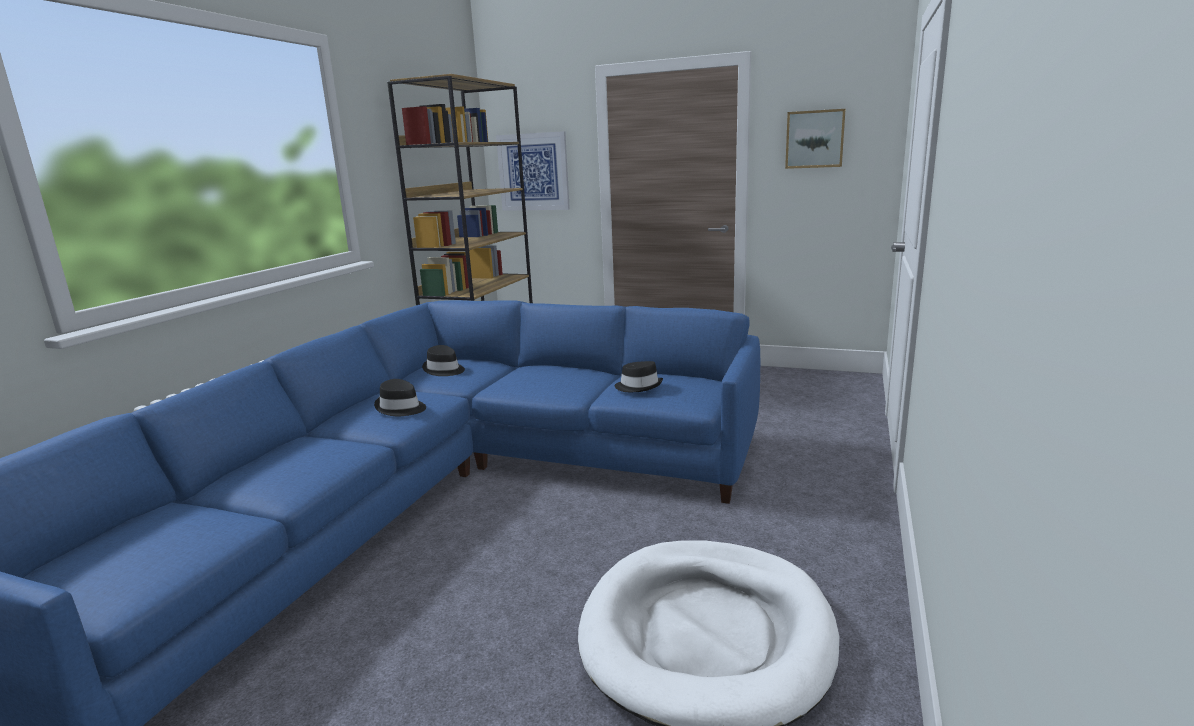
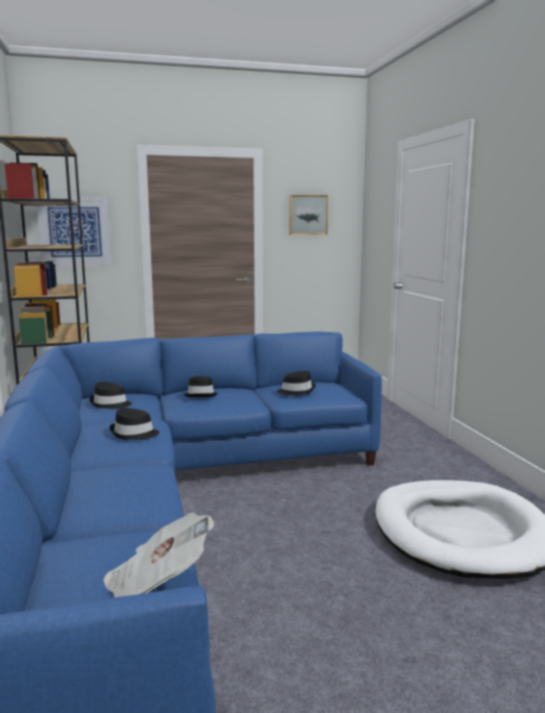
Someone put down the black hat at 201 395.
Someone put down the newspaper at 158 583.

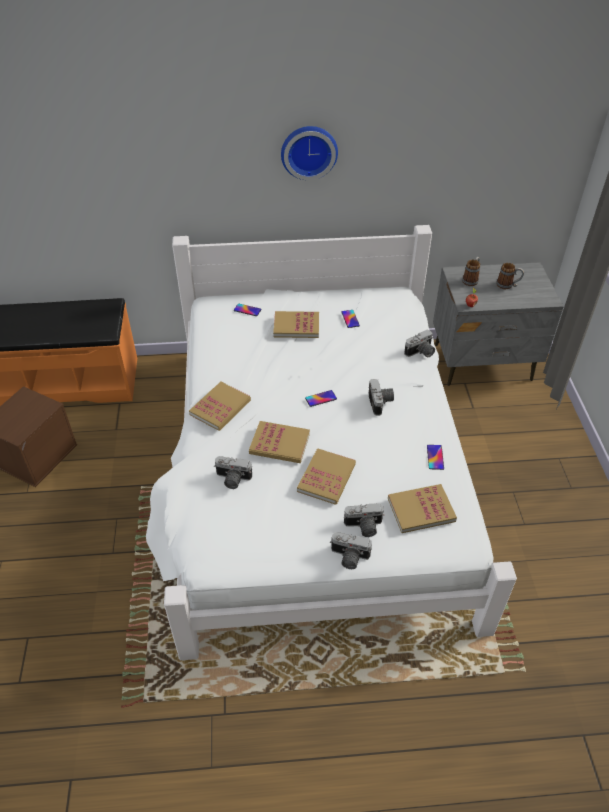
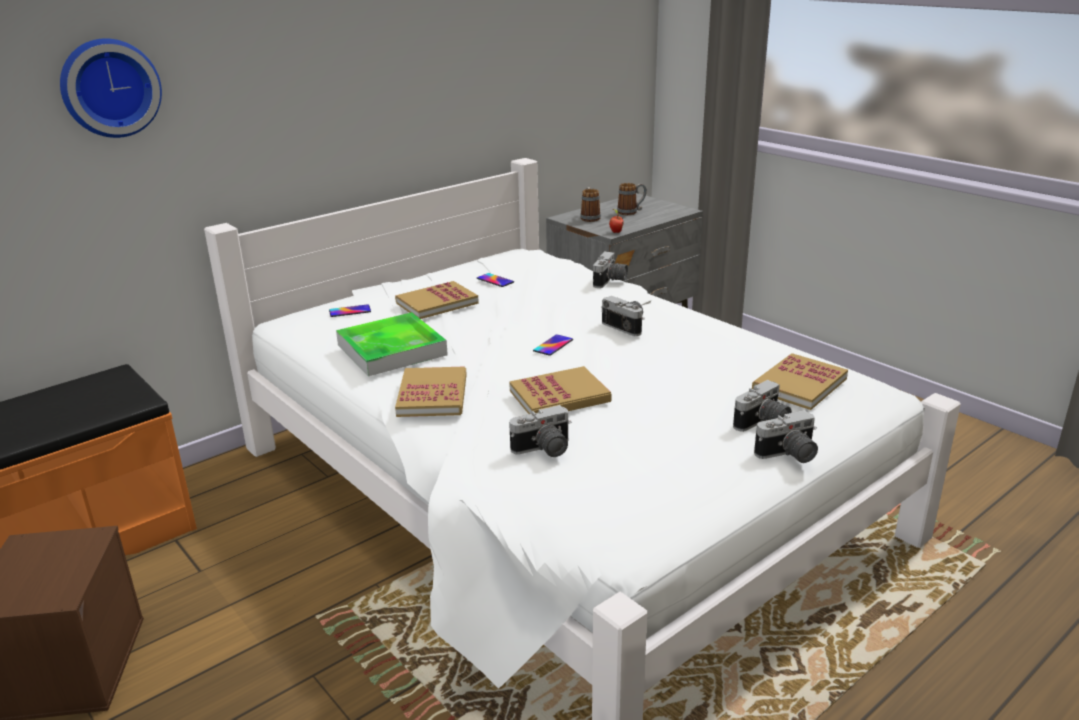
Someone carried the wall clock from 309 151 to 109 87.
Someone took away the phone at 435 457.
Someone took away the book at 326 478.
Someone put down the tray at 392 350.

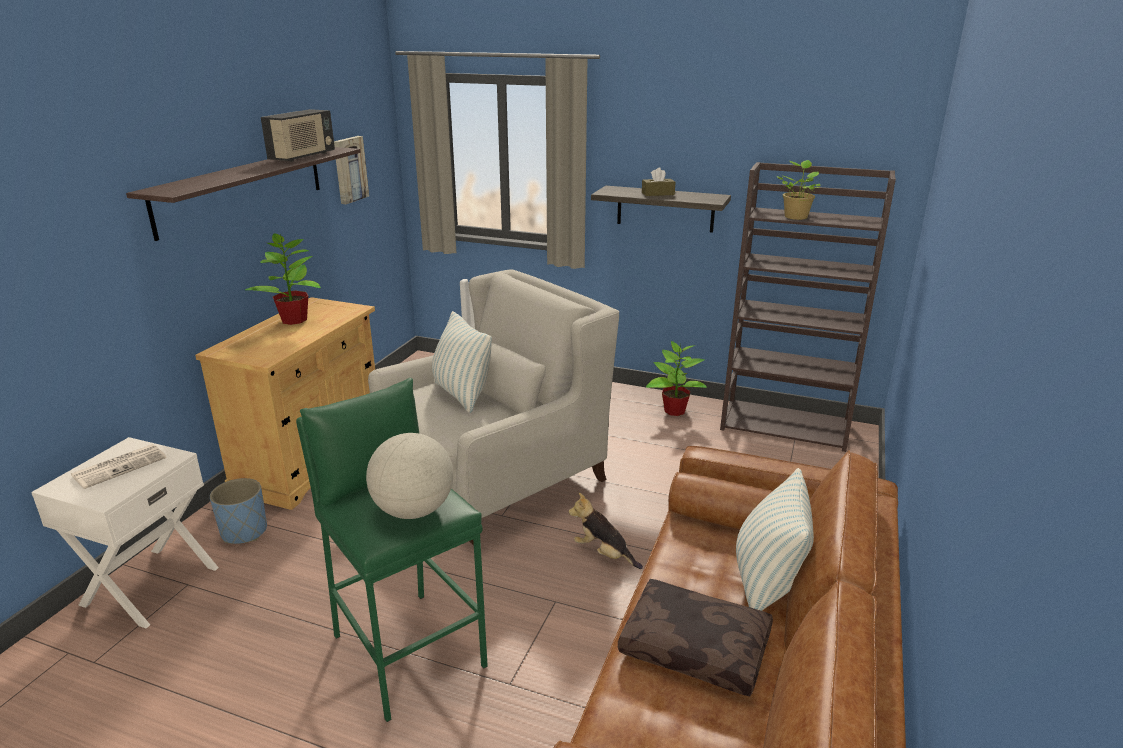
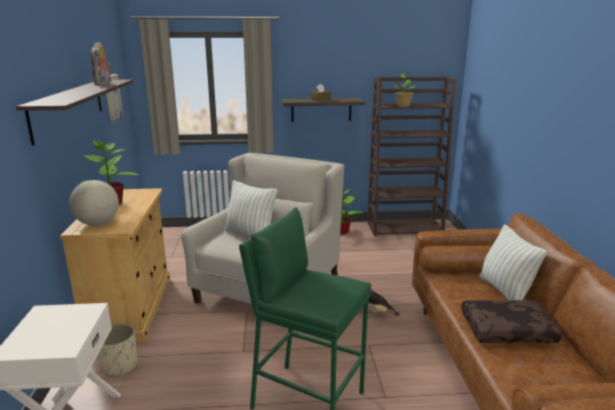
Someone swapped the radio at 303 157 for the plush toy at 103 84.
Someone carried the globe from 414 510 to 98 223.
Someone took away the newspaper at 120 466.
Someone repainted the blue planter at 244 532, which became the beige planter at 120 366.

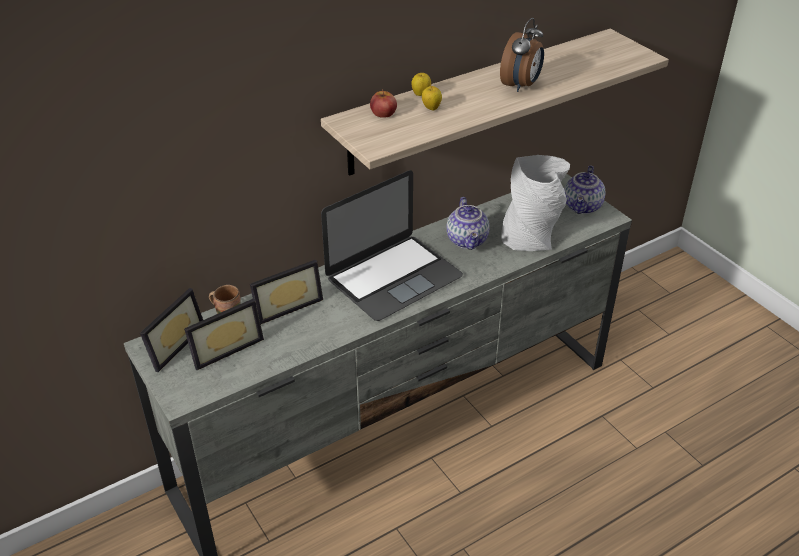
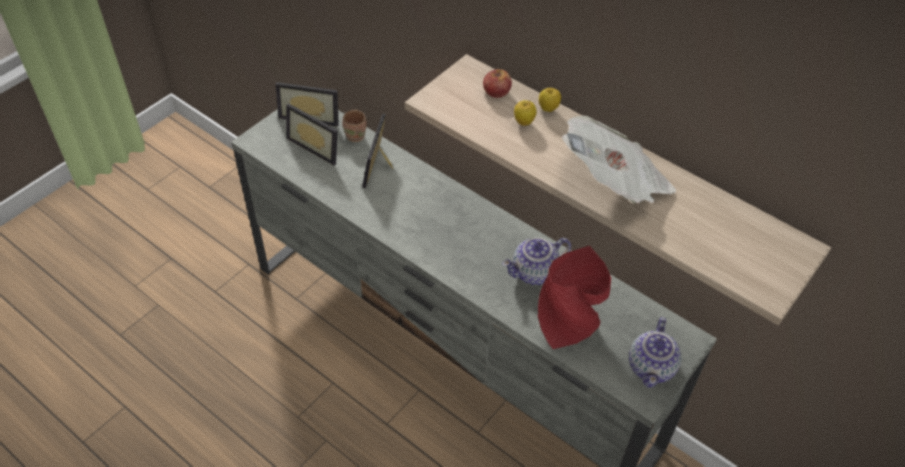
Someone swapped the alarm clock at 521 85 for the newspaper at 615 183.
Someone repainted the grey vase at 531 237, which became the red vase at 567 327.
Someone rotated the teapot at 583 207 by 75 degrees counterclockwise.
Someone took away the laptop at 394 277.
Someone rotated the picture frame at 286 305 by 60 degrees clockwise.

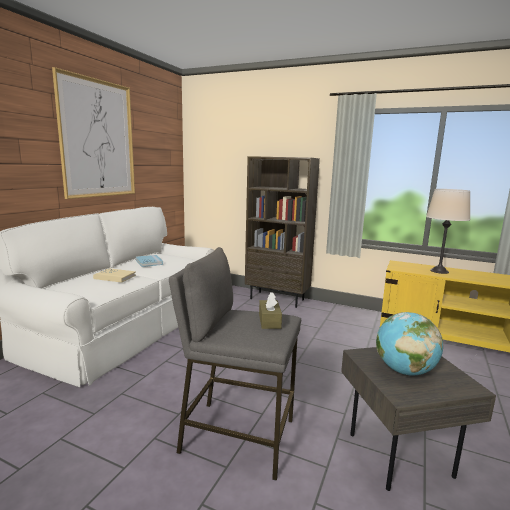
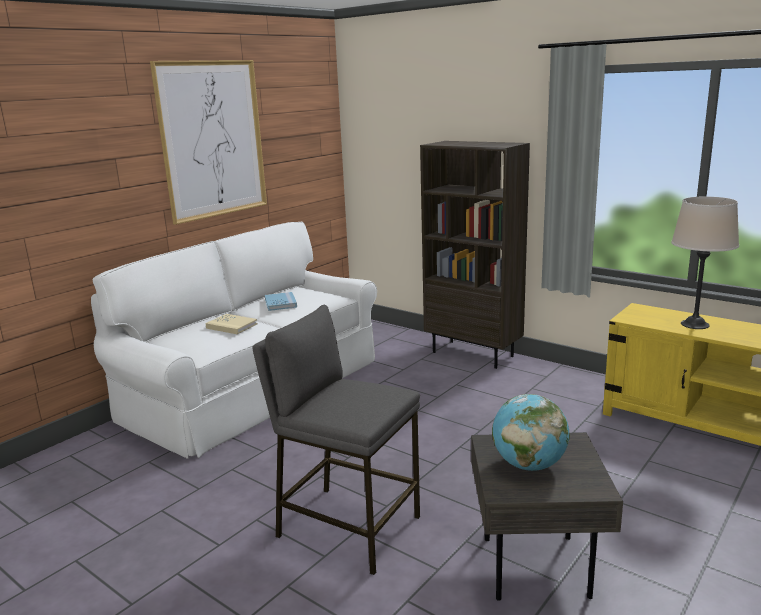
Someone took away the brown tissue box at 269 321.

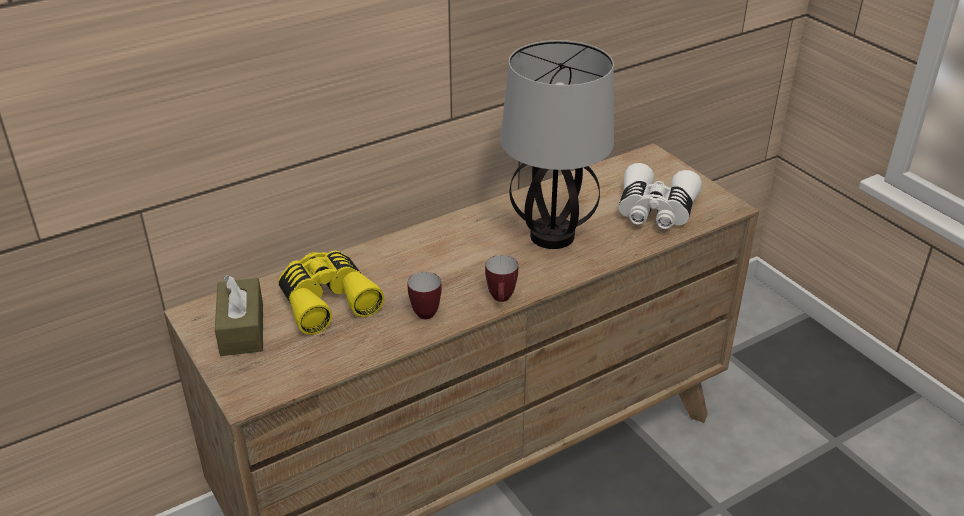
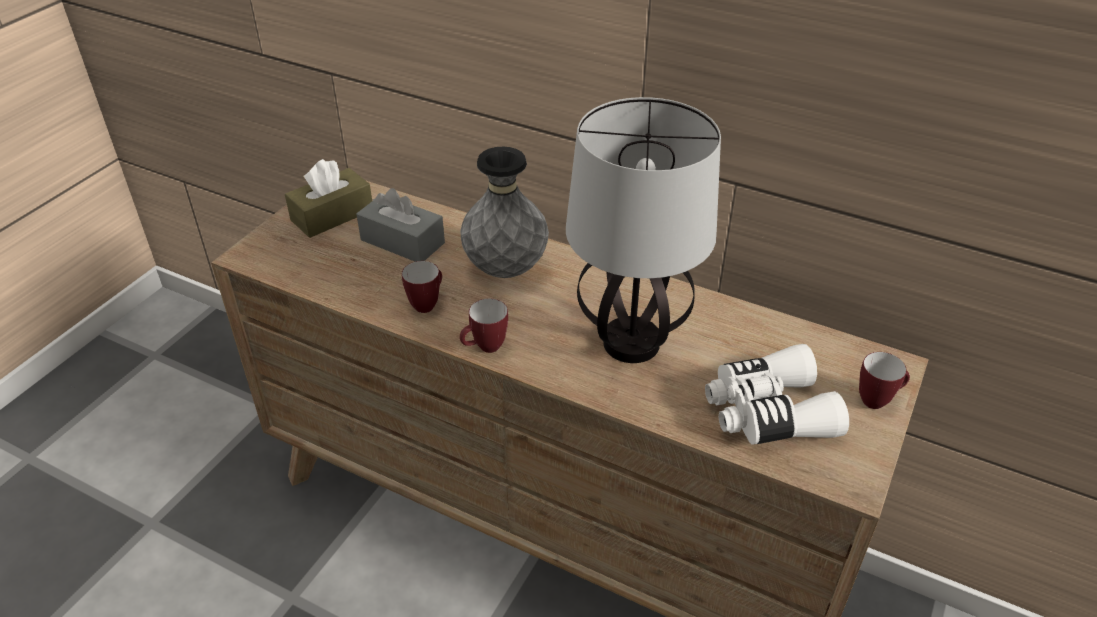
Someone swapped the yellow binoculars at 327 300 for the grey tissue box at 402 241.
Someone put down the grey vase at 505 269.
Someone put down the mug at 877 400.

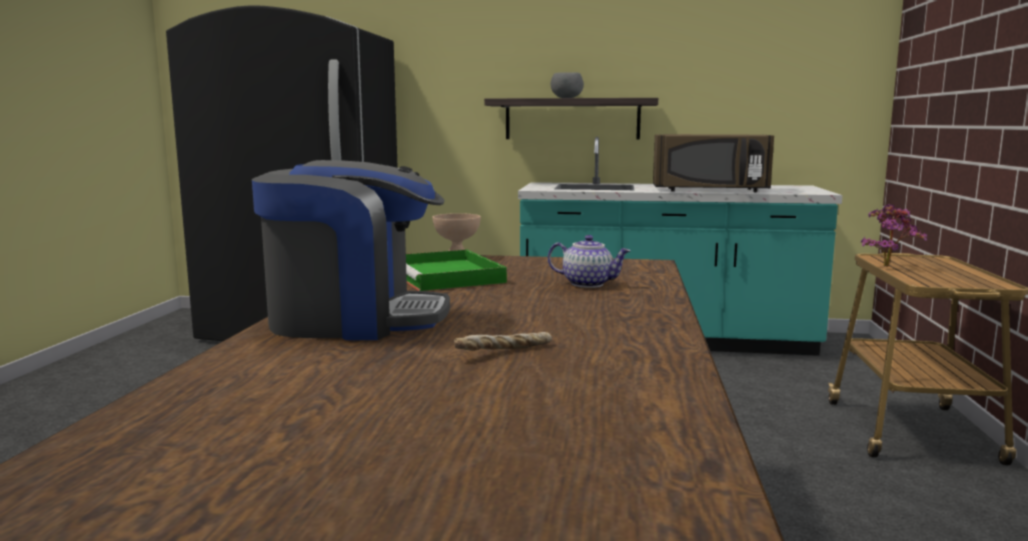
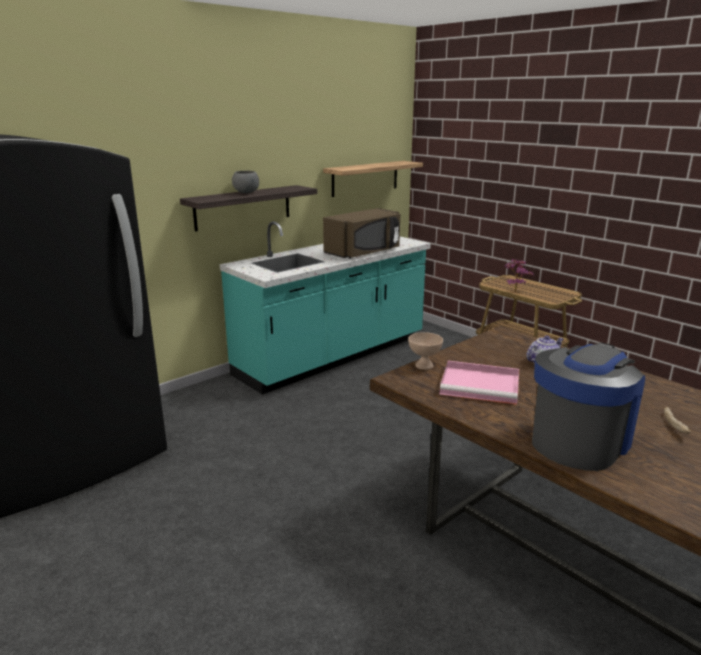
Someone repainted the green tray at 447 276, which became the pink tray at 481 385.
Someone put up the shelf at 365 178.

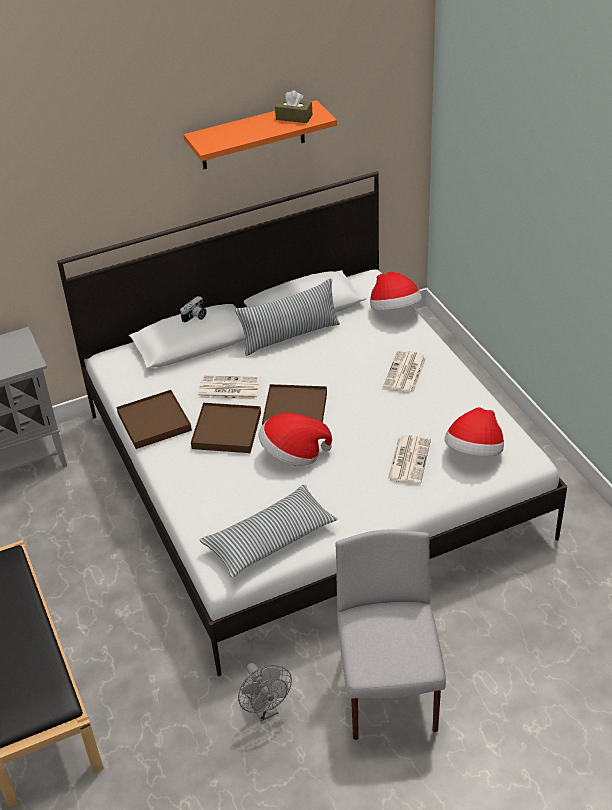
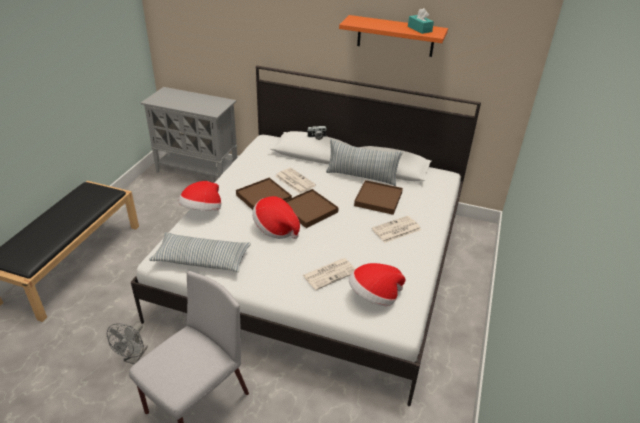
Someone repainted the brown tissue box at 294 117, which became the turquoise tissue box at 419 29.
Someone carried the hat from 394 310 to 202 211.
Someone carried the brown tray from 154 422 to 378 199.

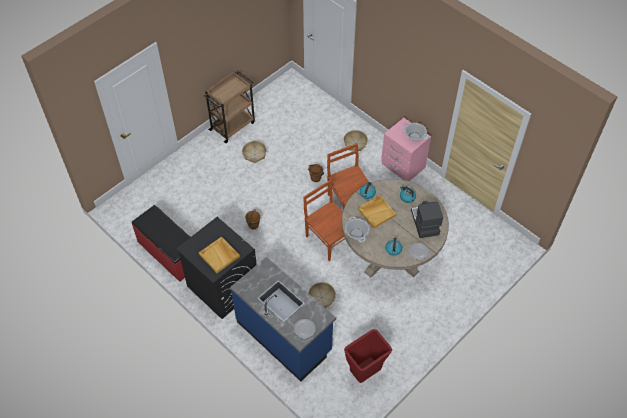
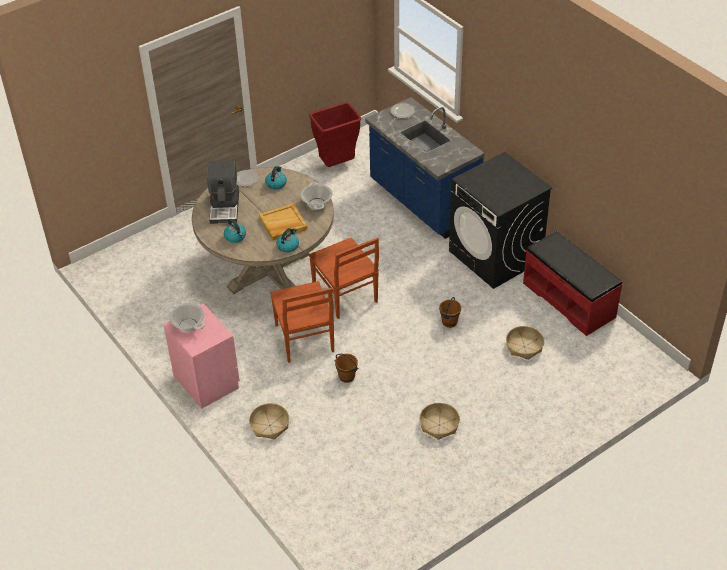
Someone took away the brown cart at 233 125.
Someone took away the beige tray at 219 255.
Someone carried the basket from 321 297 to 524 346.

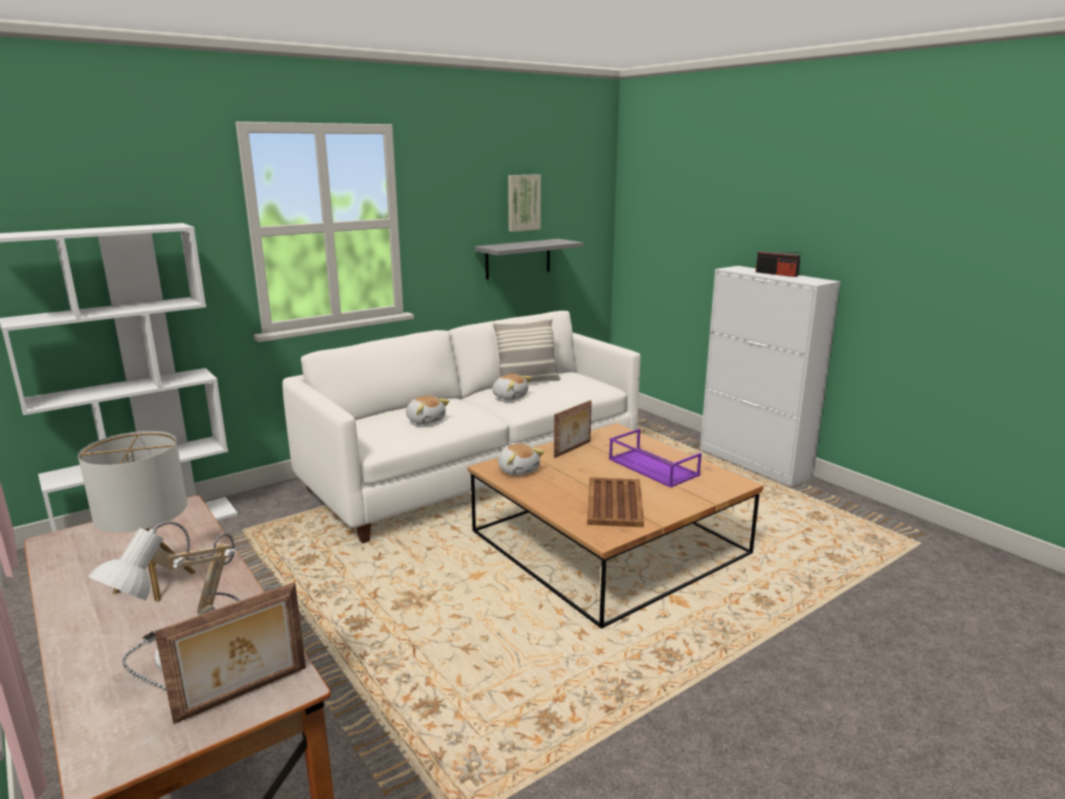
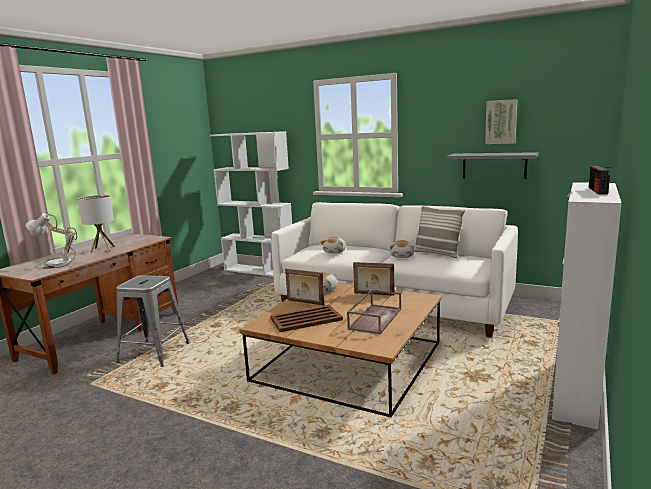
Someone repainted the purple tray at 651 467, which became the brown tray at 375 318.
Someone carried the picture frame from 243 695 to 305 302.
Someone put down the grey stool at 154 352.

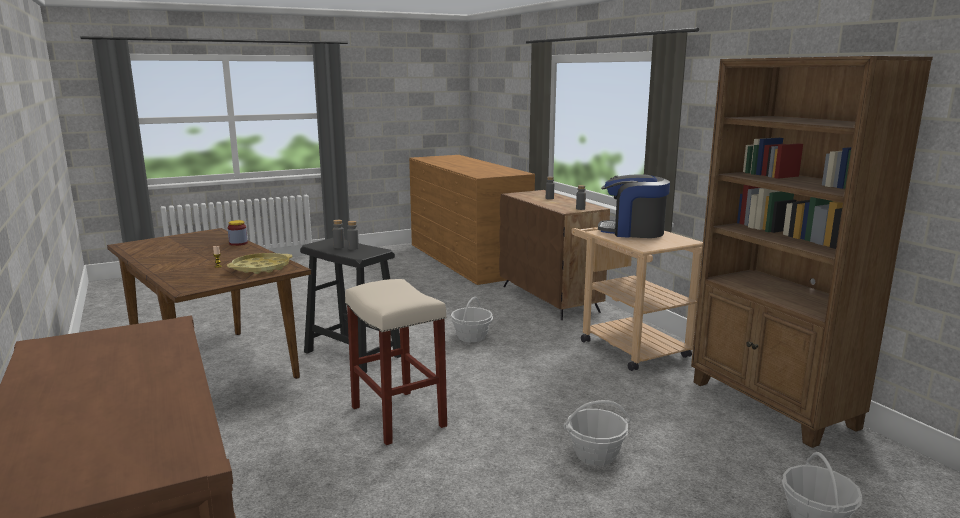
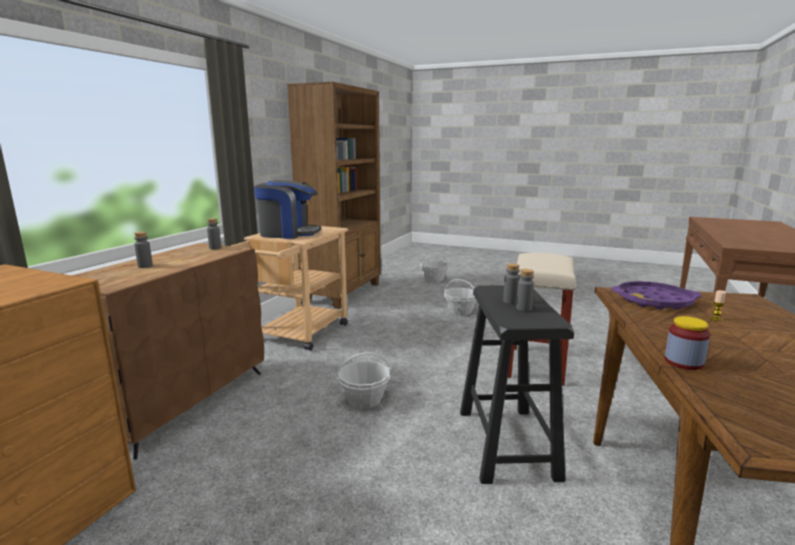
Someone rotated the coffee machine at 632 232 by 60 degrees counterclockwise.
Someone repainted the yellow tray at 261 268, which became the purple tray at 654 301.

